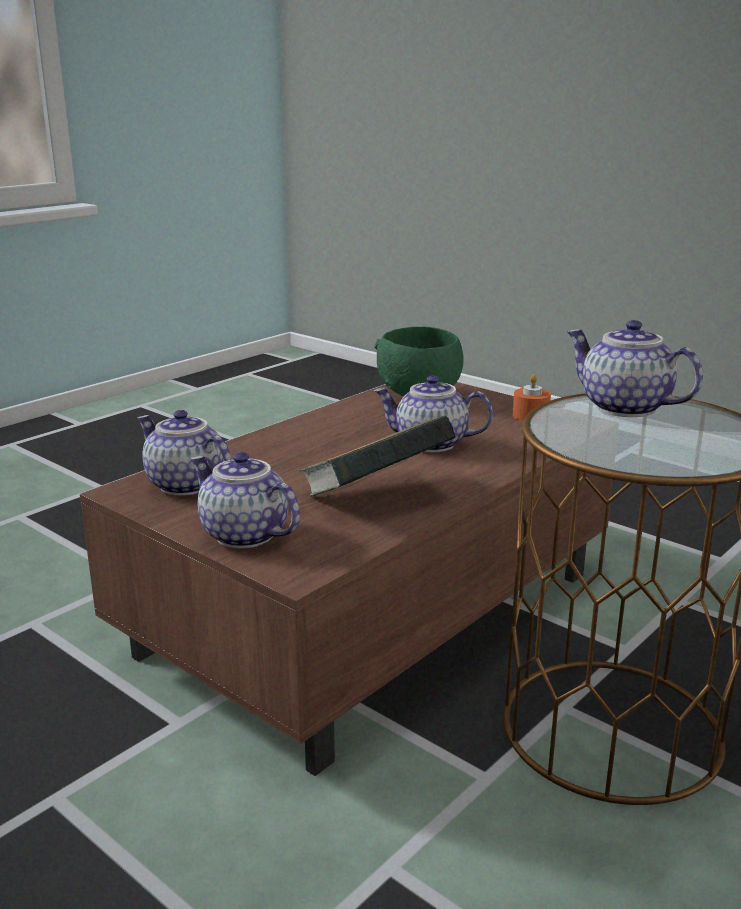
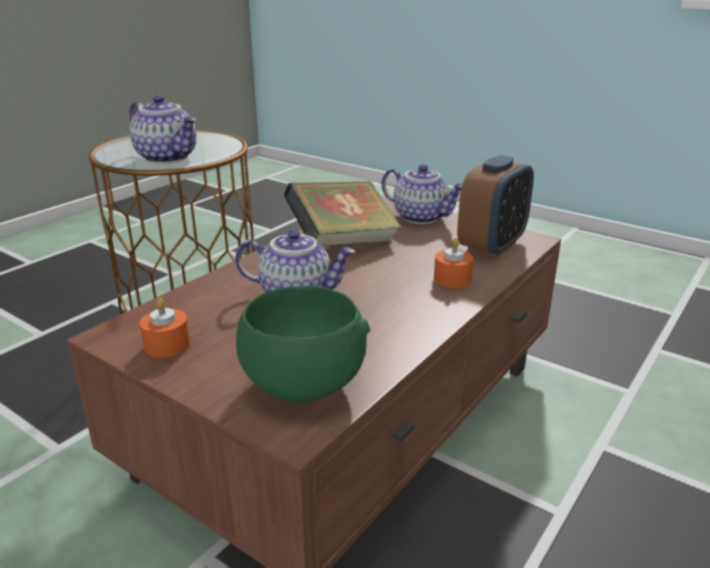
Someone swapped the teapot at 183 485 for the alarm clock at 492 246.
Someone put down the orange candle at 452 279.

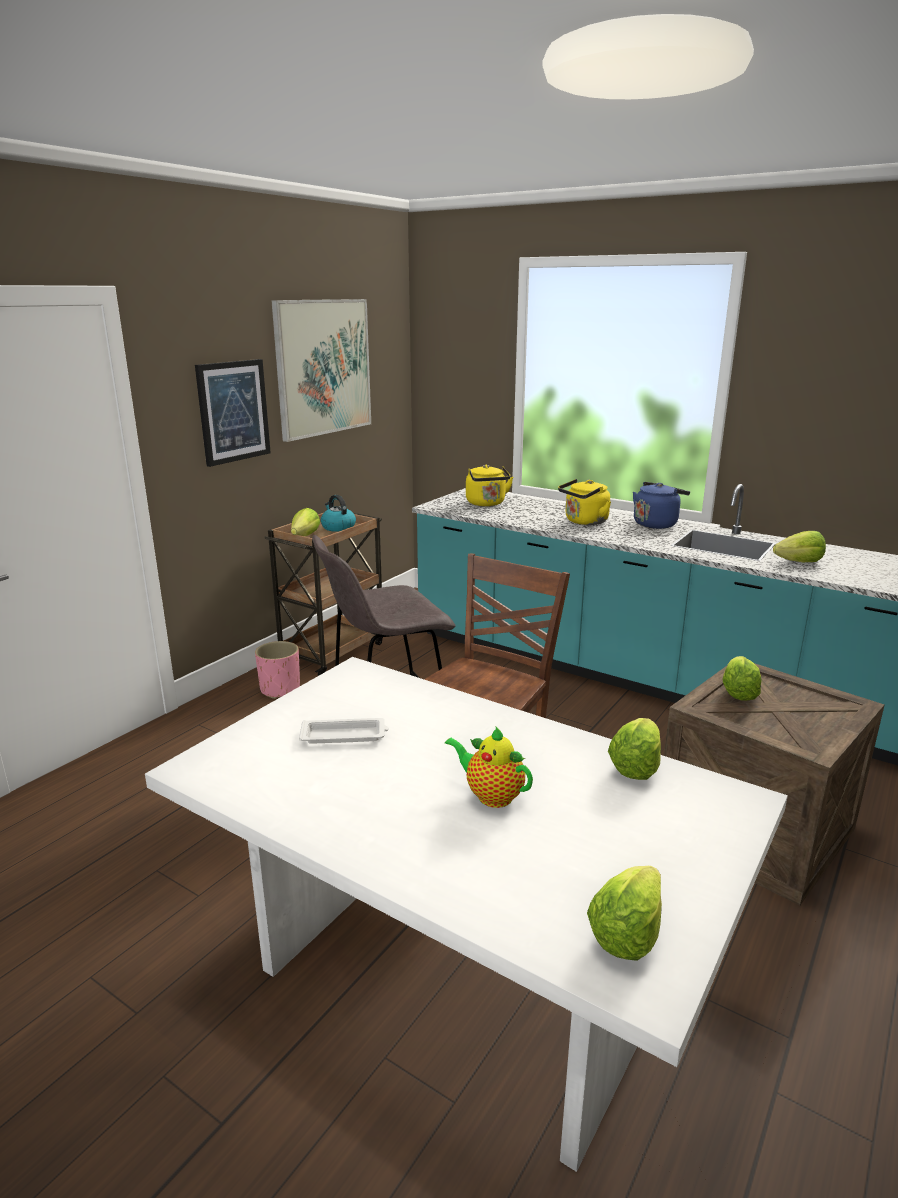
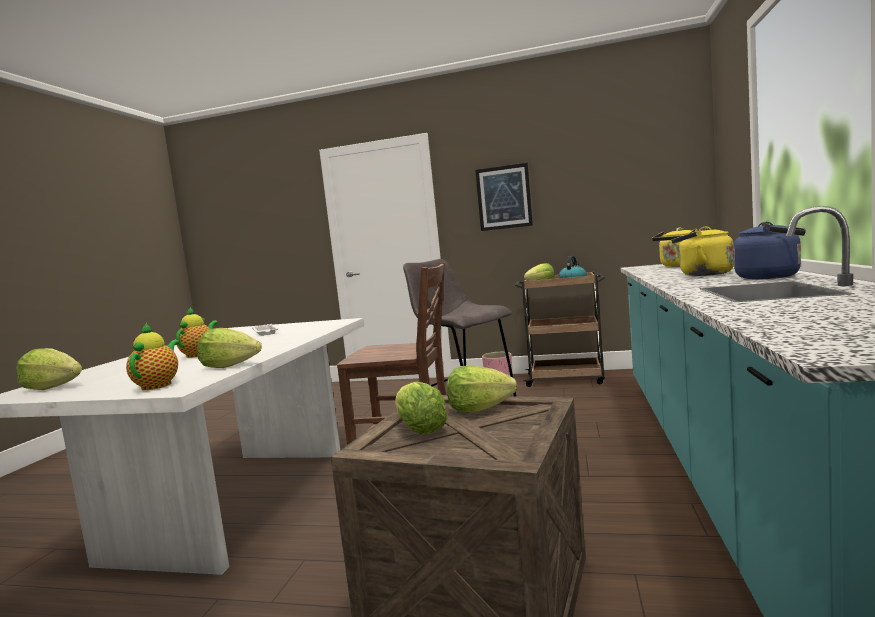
Someone took away the picture at 323 367.
Someone carried the lettuce from 799 562 to 419 428.
Someone put down the teapot at 158 385.

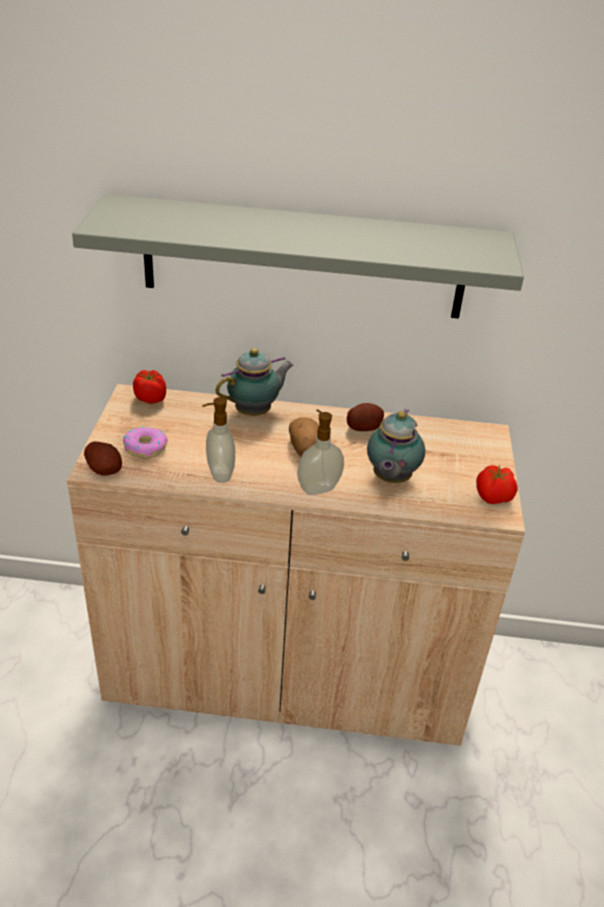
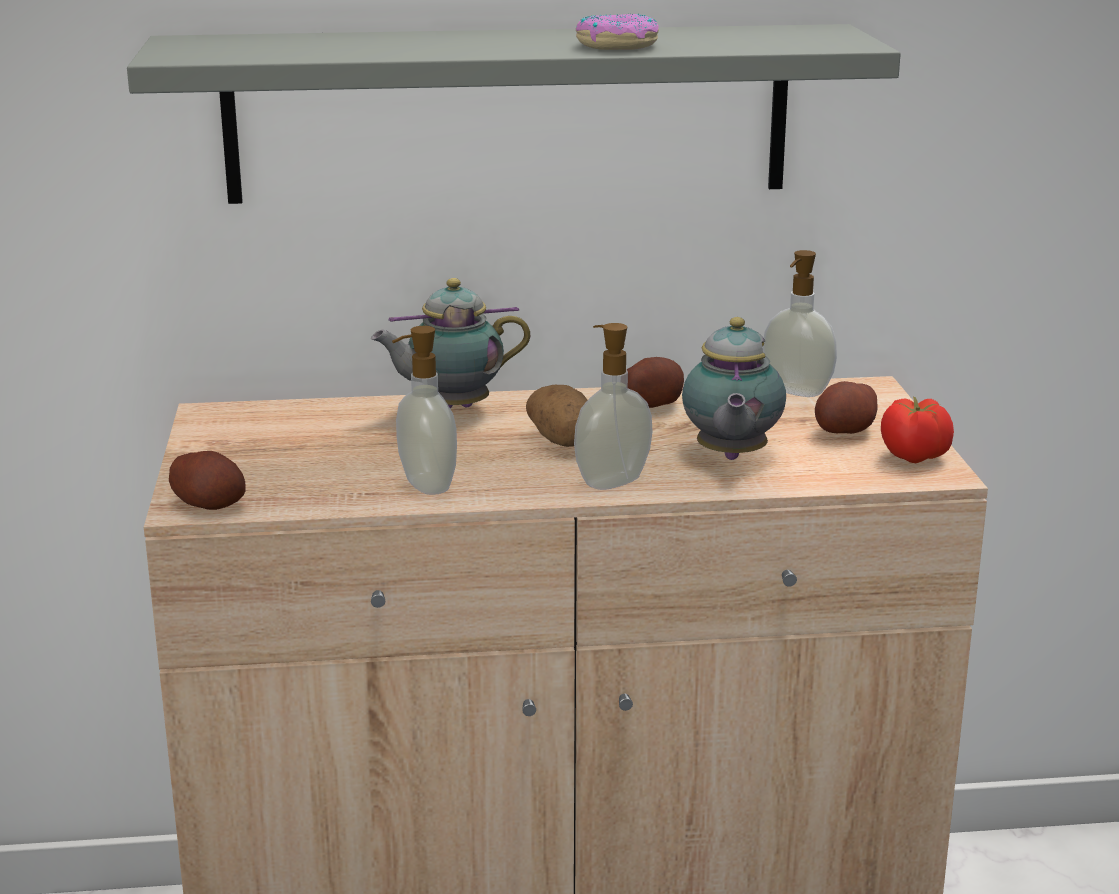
Someone rotated the teapot at 255 412 by 150 degrees counterclockwise.
Someone took away the tomato at 150 398.
Someone carried the donut from 145 447 to 617 45.
Someone put down the soap dispenser at 795 392.
Someone put down the potato at 845 431.

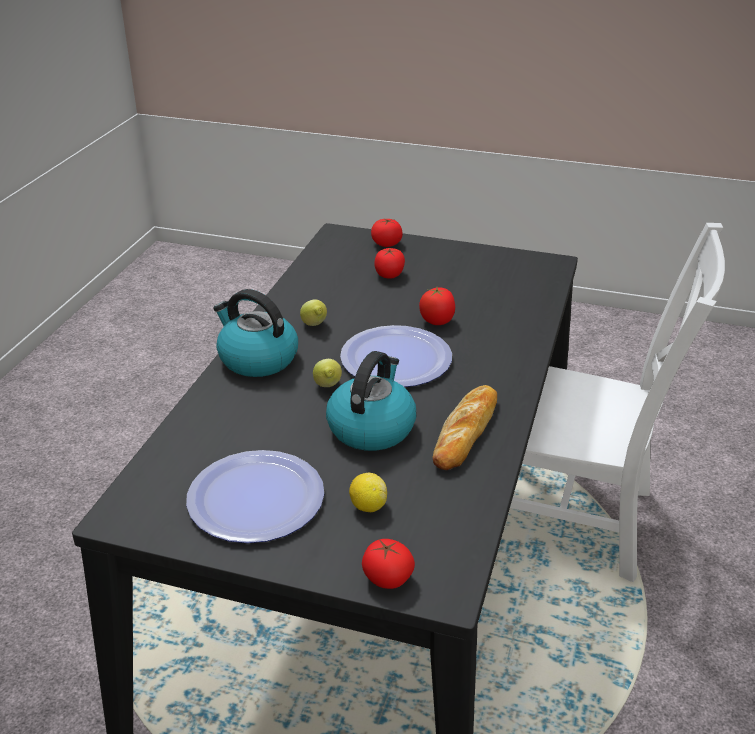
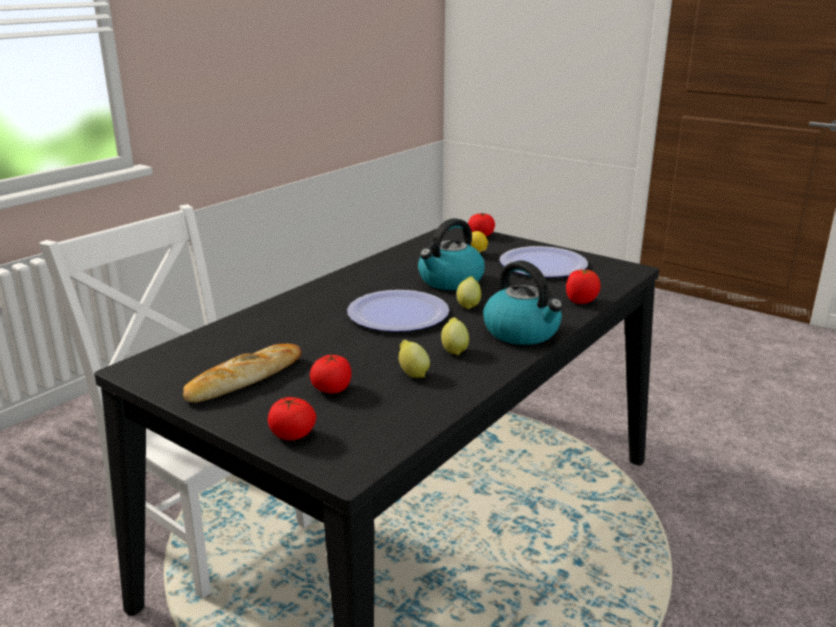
Someone carried the tomato from 437 321 to 581 301.
Someone carried the bread from 466 432 to 244 379.
Someone put down the lemon at 412 373.

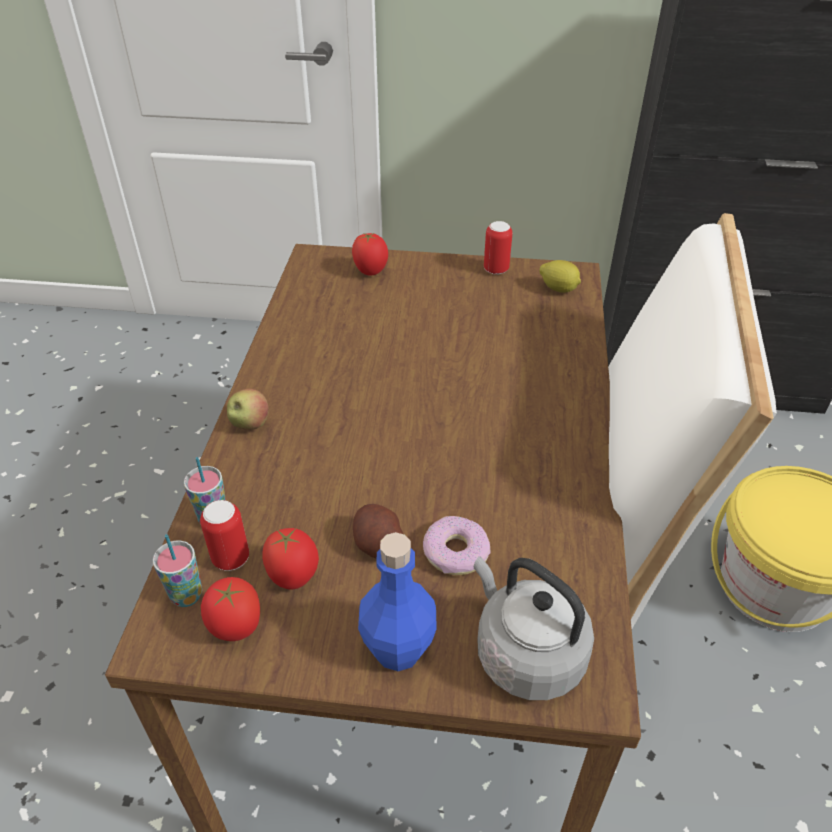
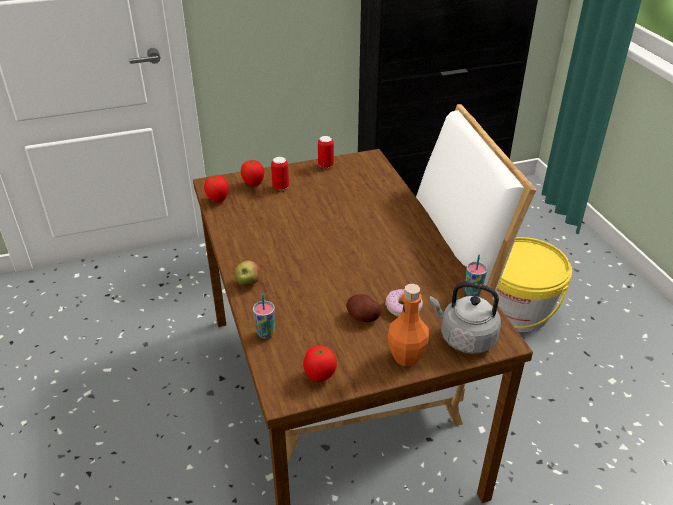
Someone took away the lemon at 558 289.
Someone carried the can from 231 558 to 280 187.
Someone carried the tomato from 294 577 to 218 200.
Someone repainted the blue bottle at 398 649, which became the orange bottle at 406 357.
Someone carried the cup from 186 595 to 472 293.

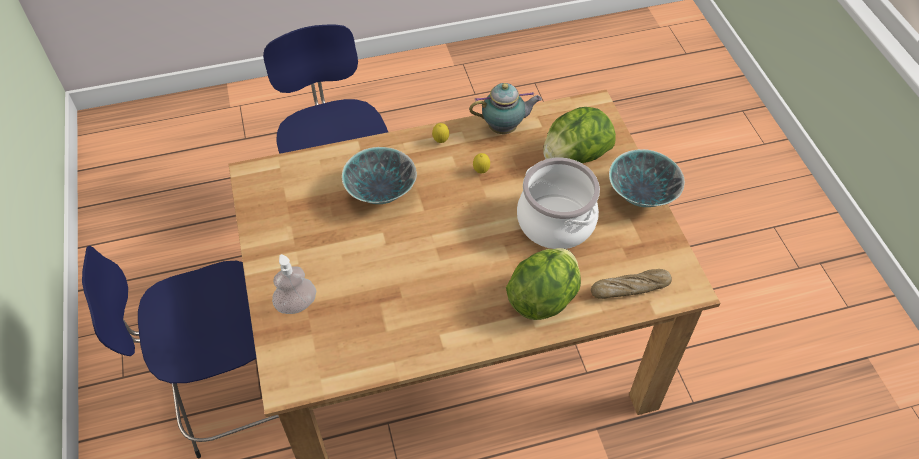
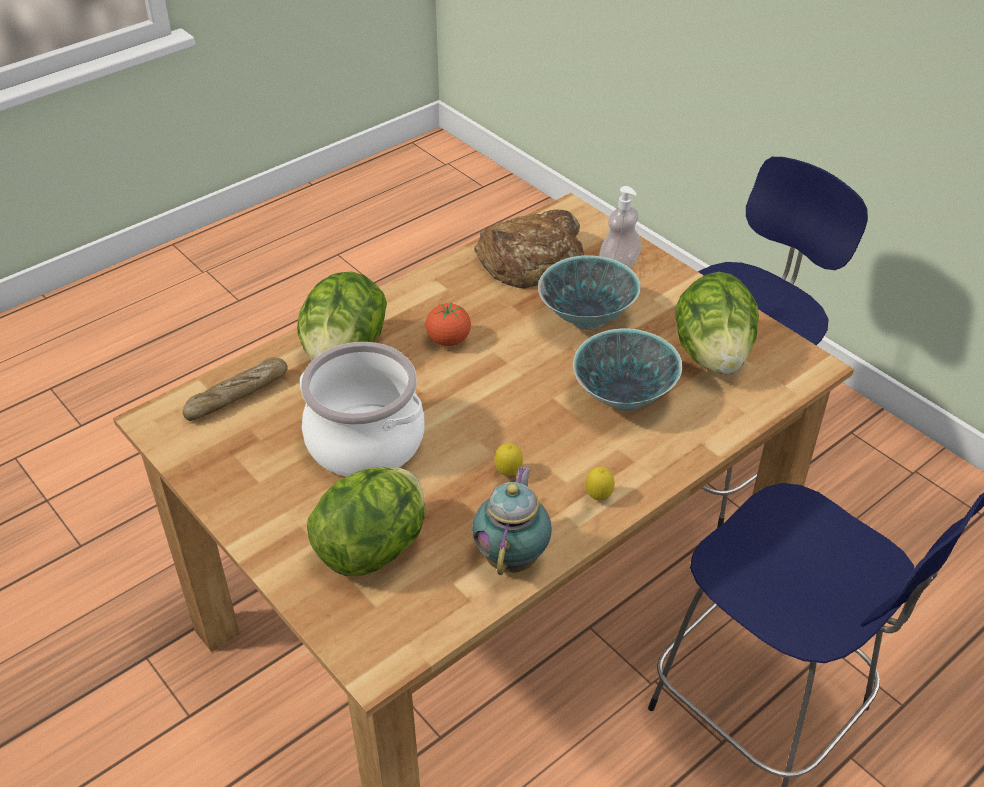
Someone rotated the teapot at 505 128 by 135 degrees clockwise.
Someone carried the bowl from 640 196 to 587 319.
Someone put down the bread at 532 258.
Someone put down the lettuce at 712 354.
Someone put down the tomato at 448 340.

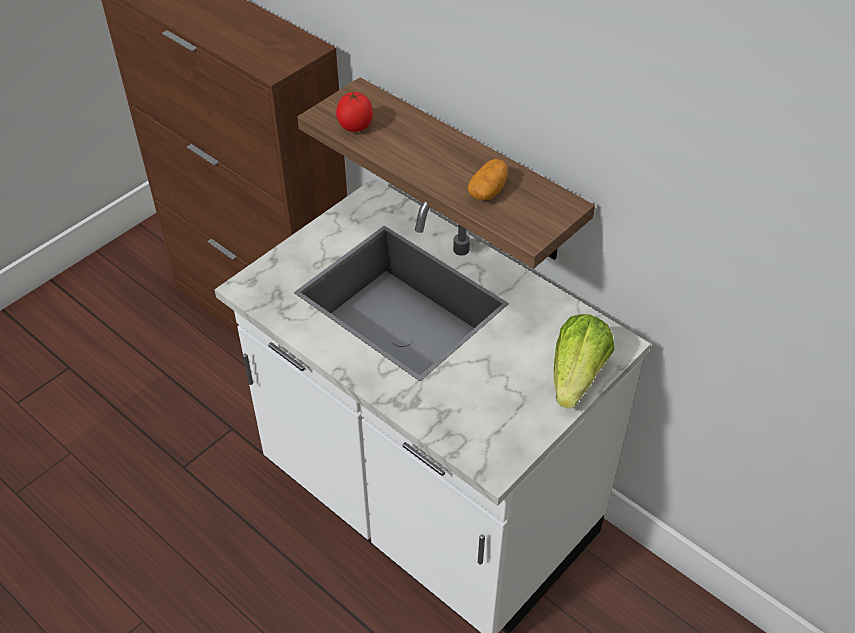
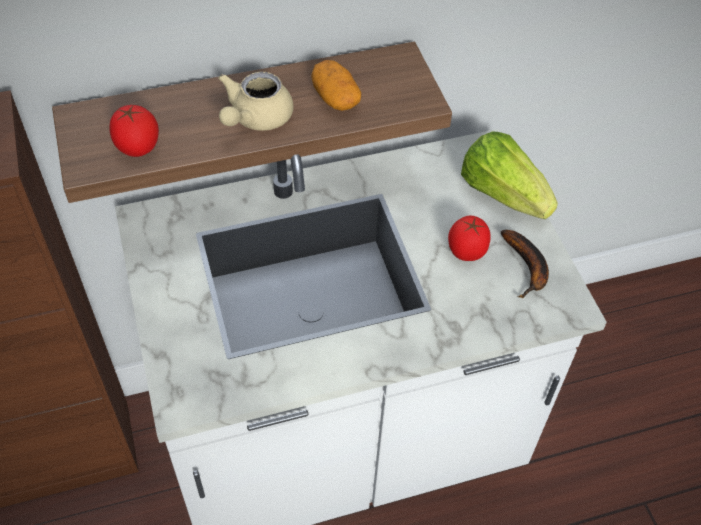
Someone put down the beige teapot at 255 119.
Someone put down the tomato at 467 251.
Someone put down the banana at 527 268.

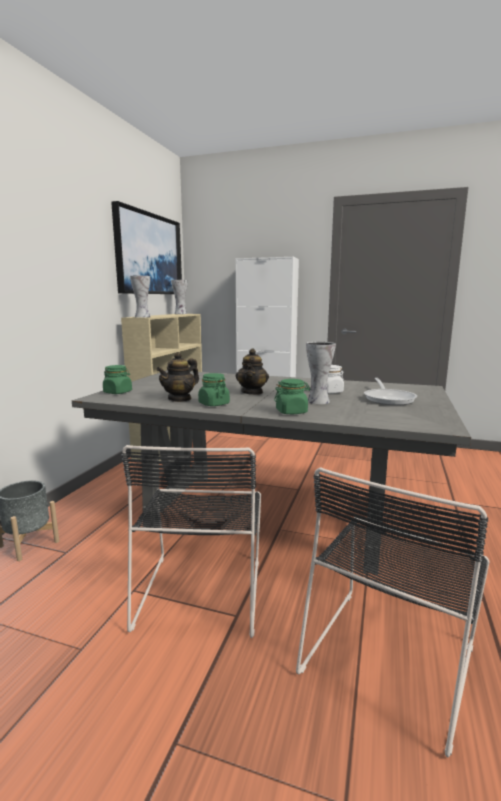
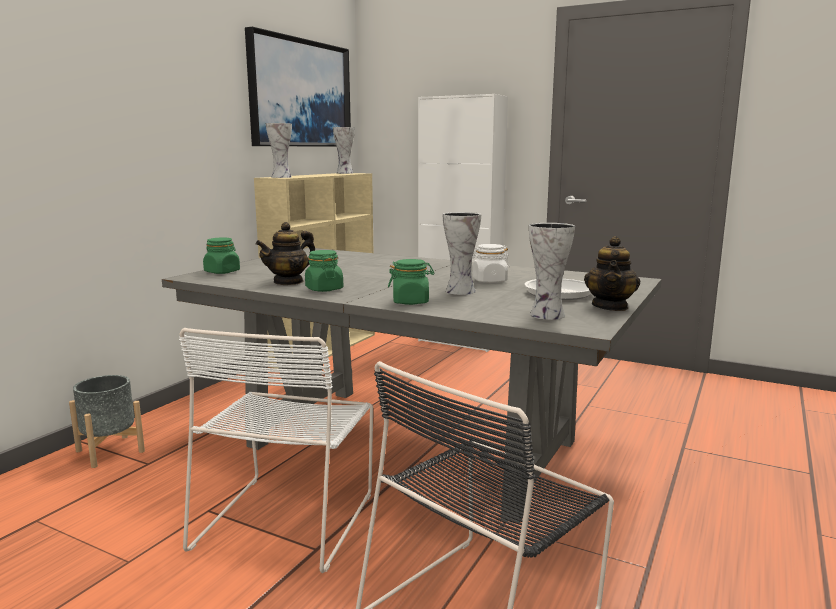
Someone carried the teapot from 252 392 to 610 307.
Someone repainted the black chair at 202 588, which became the white chair at 288 517.
Someone put down the vase at 546 315.

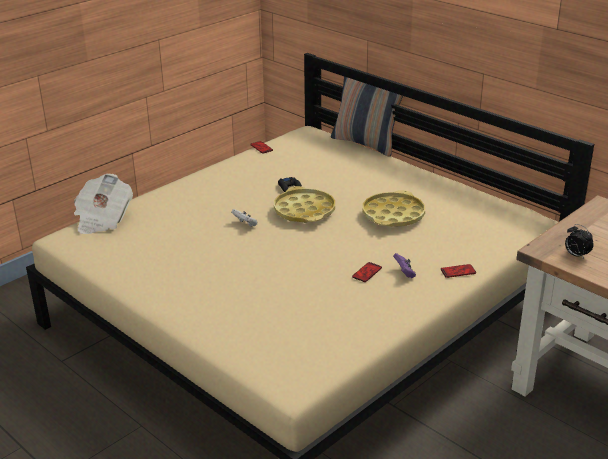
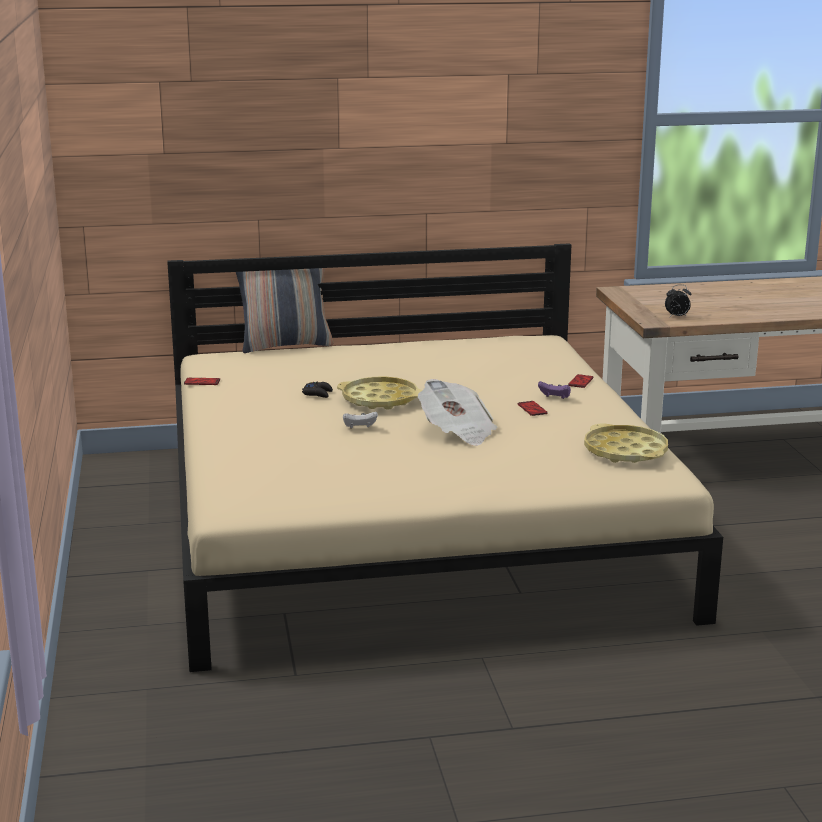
Someone carried the newspaper from 102 219 to 457 432.
Someone carried the yellow tray from 393 215 to 625 451.

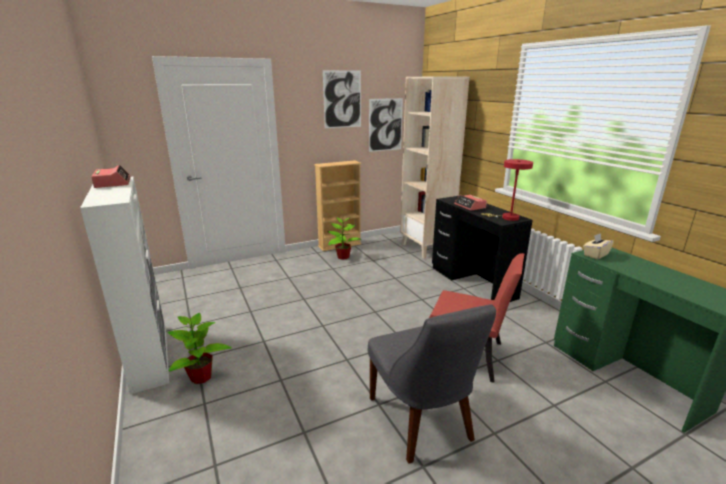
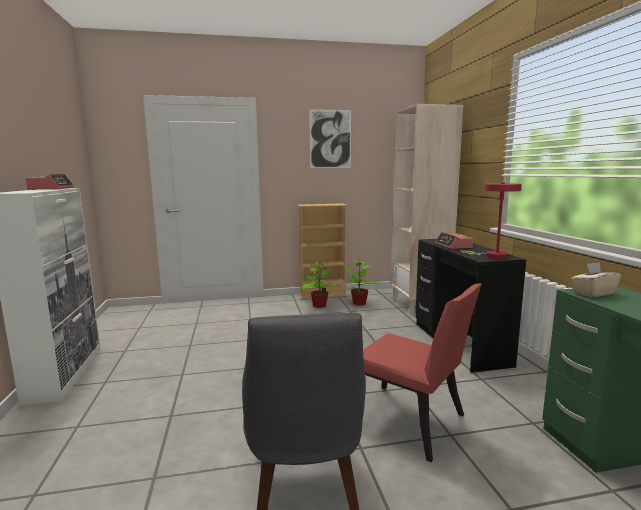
Someone took away the picture at 385 125.
Someone carried the potted plant from 201 377 to 359 303.

